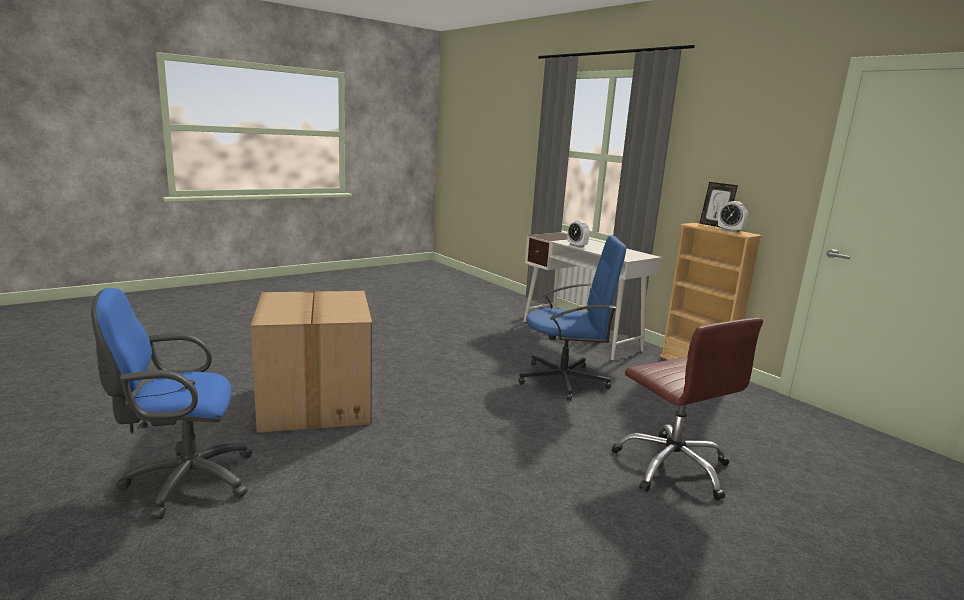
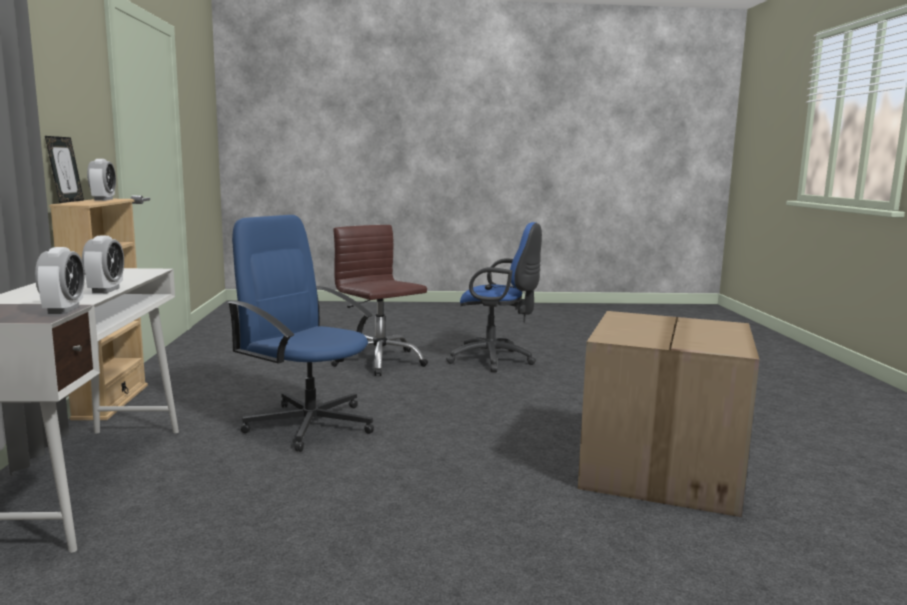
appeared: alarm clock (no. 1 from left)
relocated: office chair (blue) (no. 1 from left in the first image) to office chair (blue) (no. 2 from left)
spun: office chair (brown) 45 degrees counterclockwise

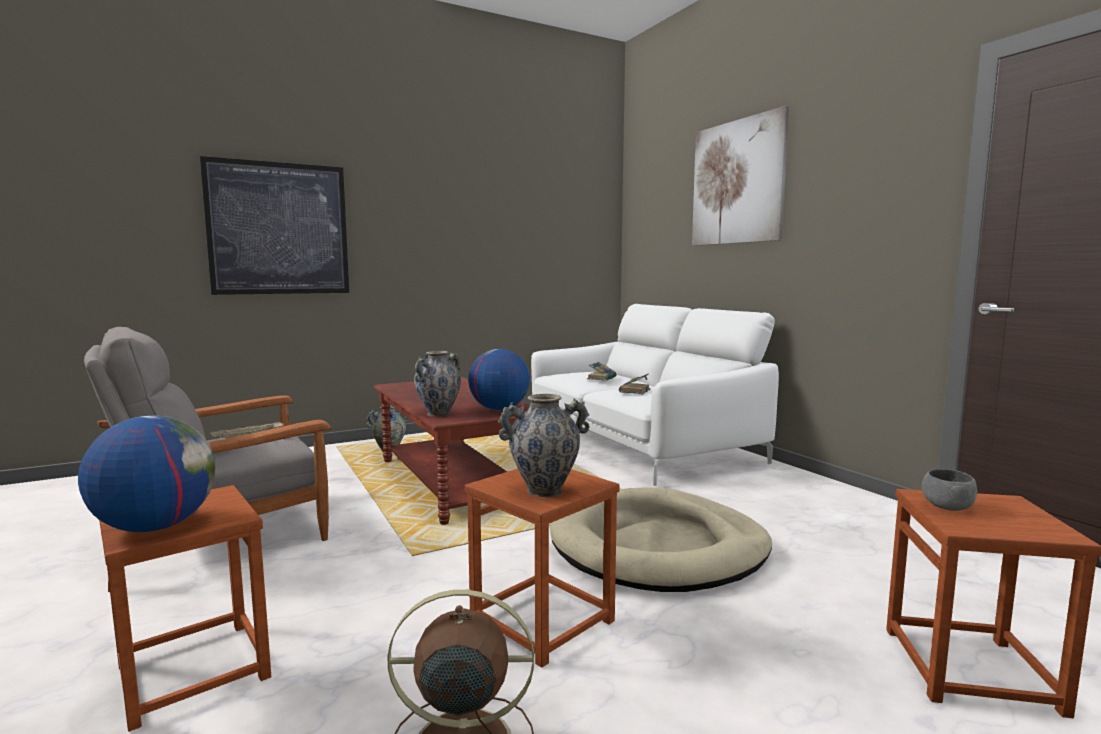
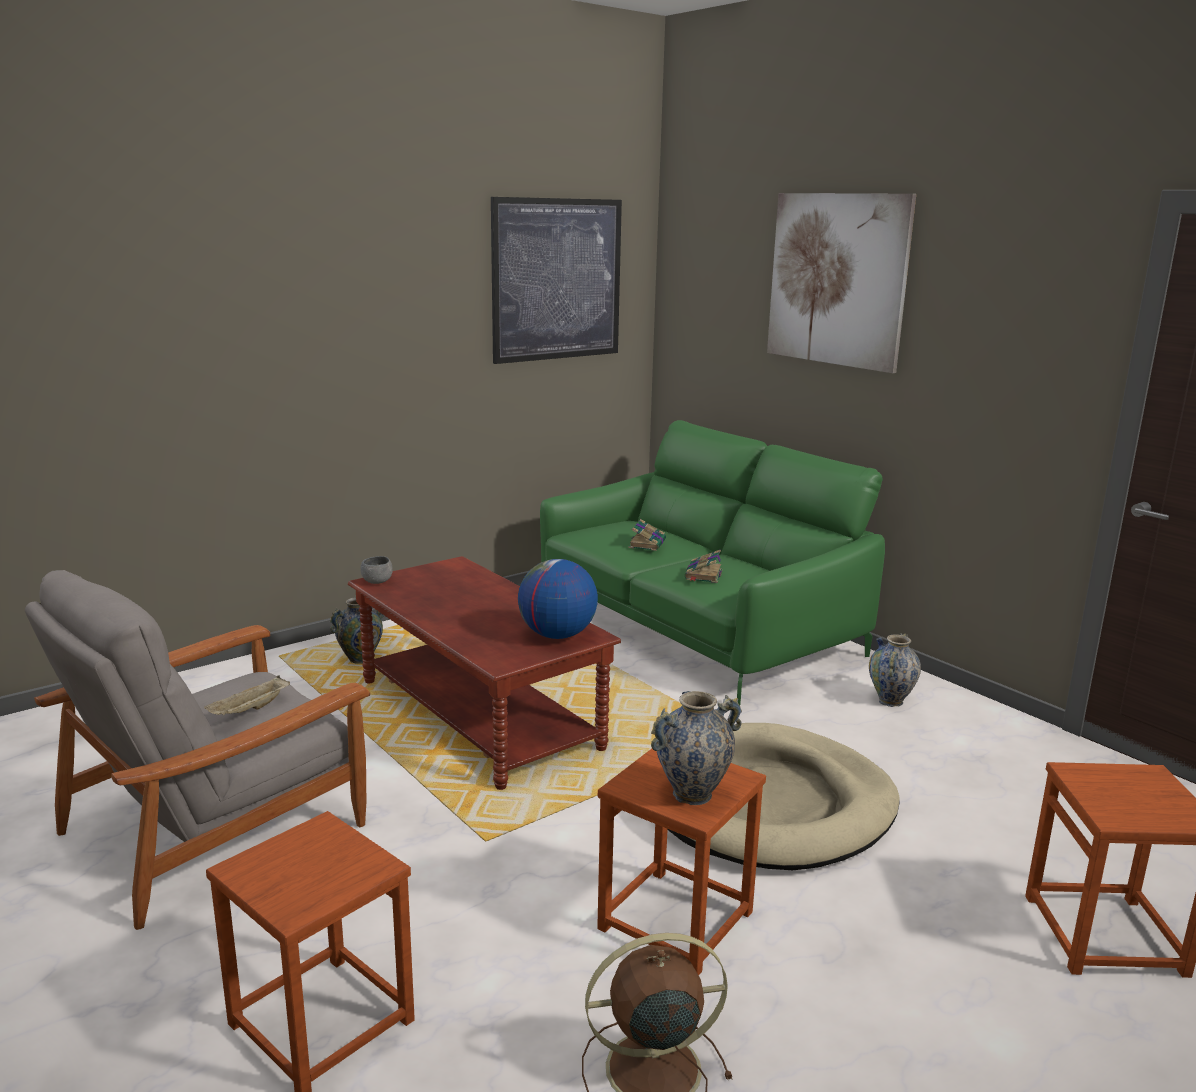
missing: globe (no. 1 from left)
relocated: picture (no. 1 from left); vase (no. 2 from left in the first image) to vase (no. 3 from left); bowl (grey)
colour: sofa (white) to sofa (green)

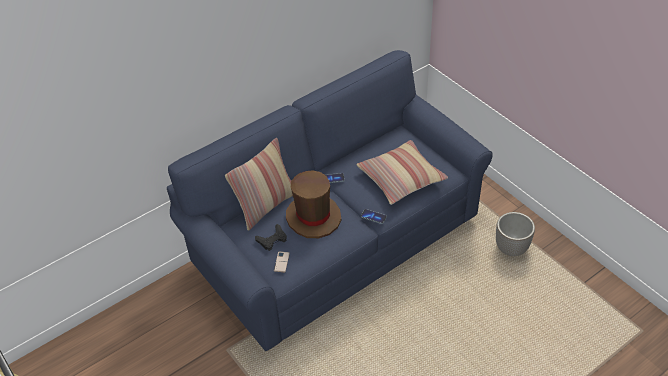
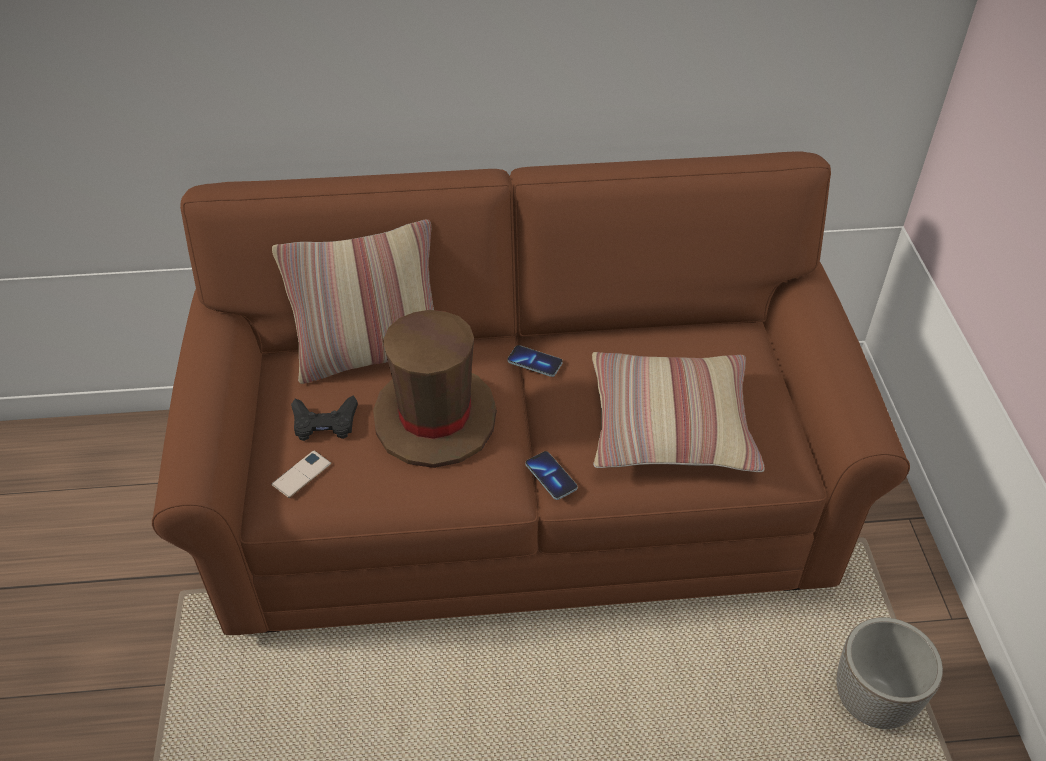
colour: sofa (blue) to sofa (brown)

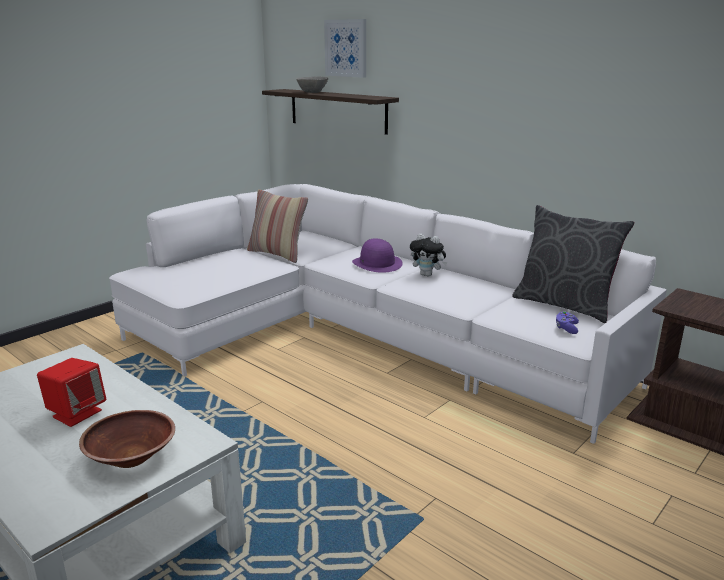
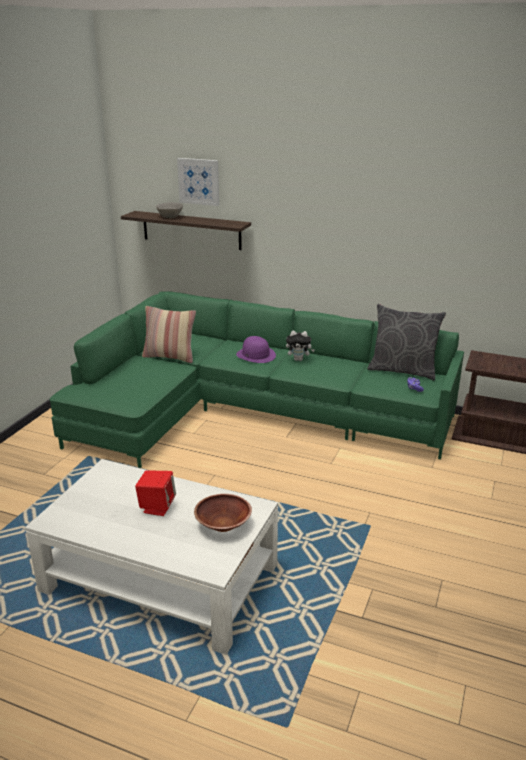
colour: sofa (white) to sofa (green)

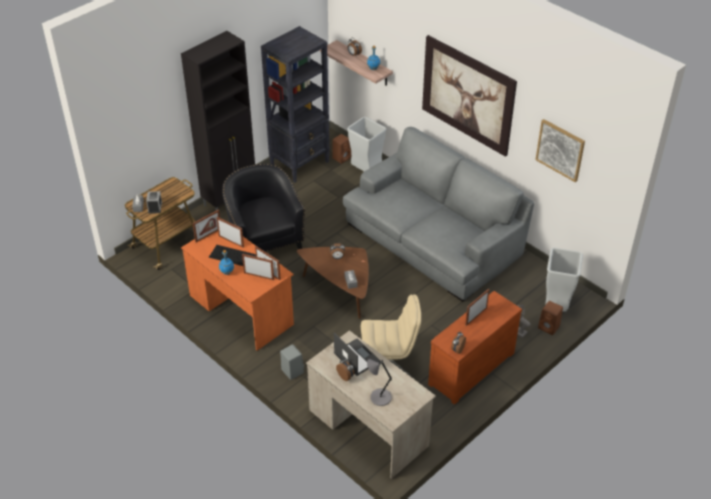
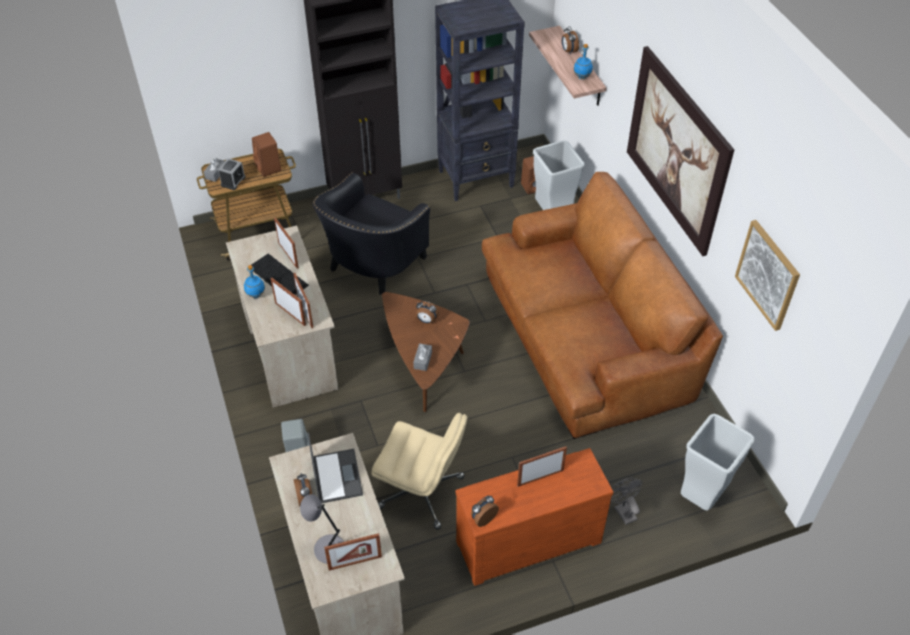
relocated: picture frame (no. 1 from left in the first image) to picture frame (no. 4 from left); speaker (brown) (no. 2 from left in the first image) to speaker (brown) (no. 1 from left)
colour: desk (orange) to desk (beige) (no. 1 from left); sofa (grey) to sofa (brown)
spun: armchair (black) 150 degrees counterclockwise

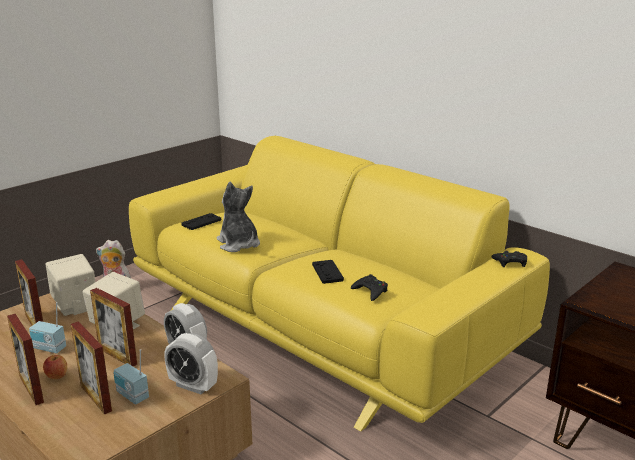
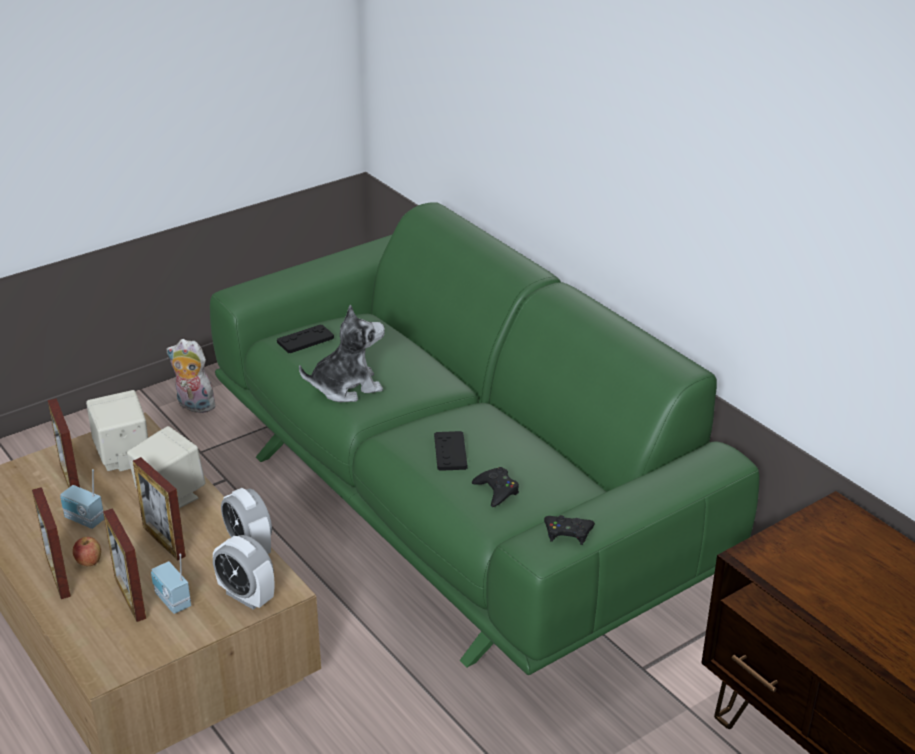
relocated: game controller (black) (no. 4 from left)
colour: sofa (yellow) to sofa (green)
spun: plush toy (no. 2 from left) 90 degrees clockwise

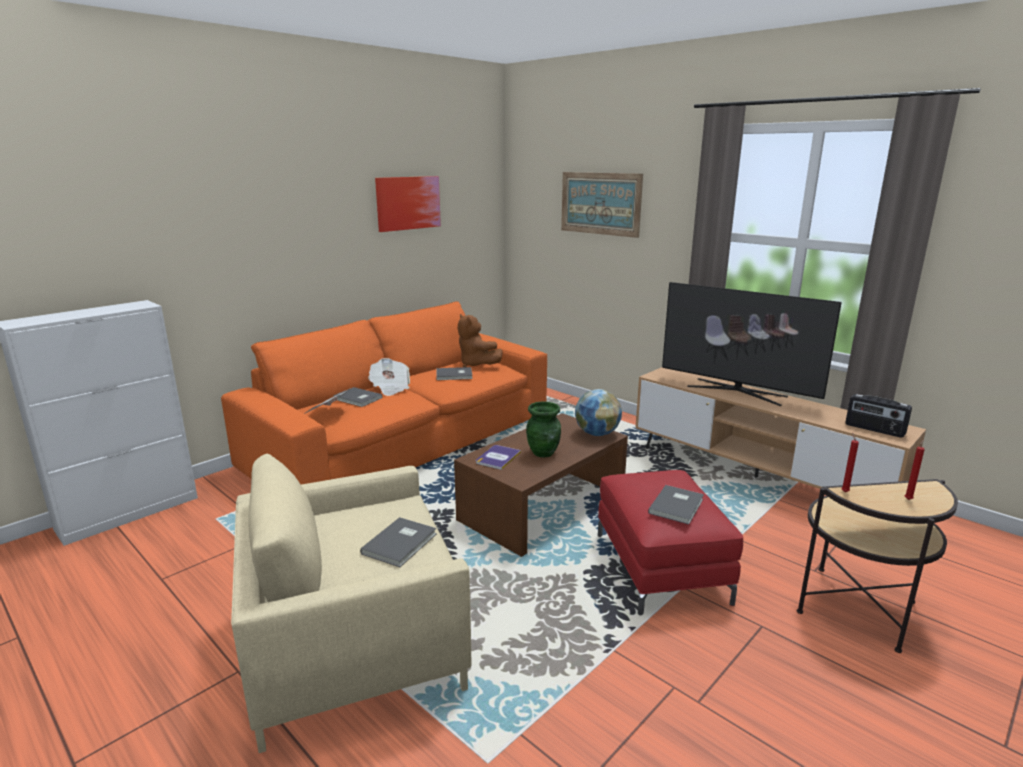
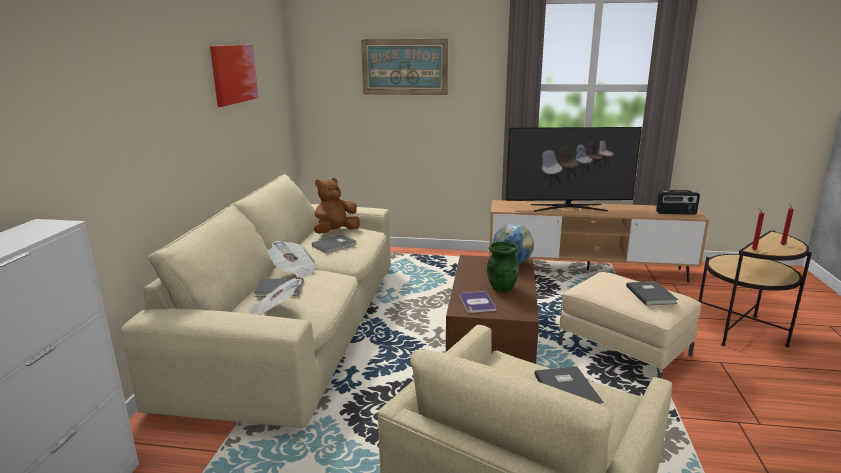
colour: sofa (orange) to sofa (beige); ottoman (red) to ottoman (beige)
spun: plush toy (brown) 120 degrees clockwise

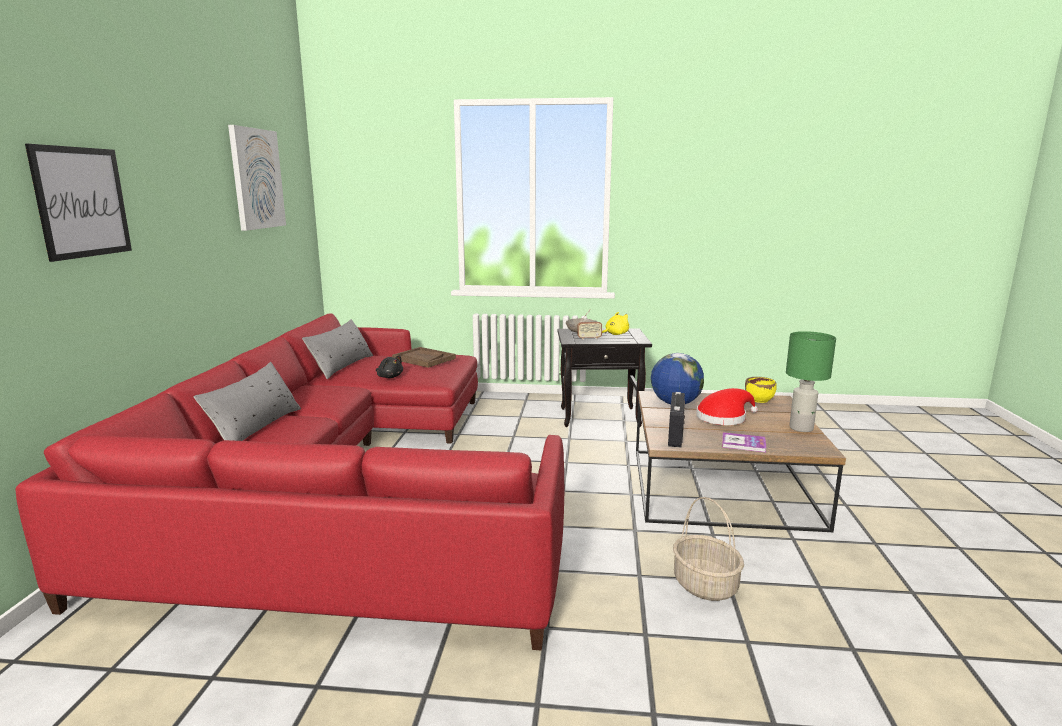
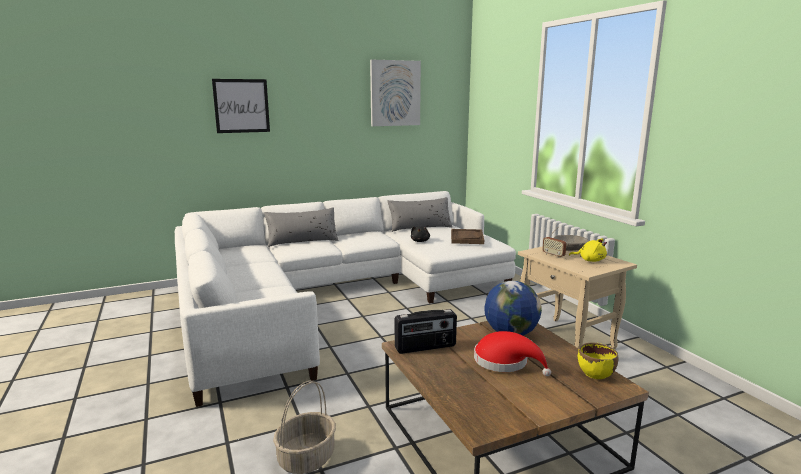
missing: book; table lamp (green)
colour: sofa (red) to sofa (white); side table (black) to side table (beige)

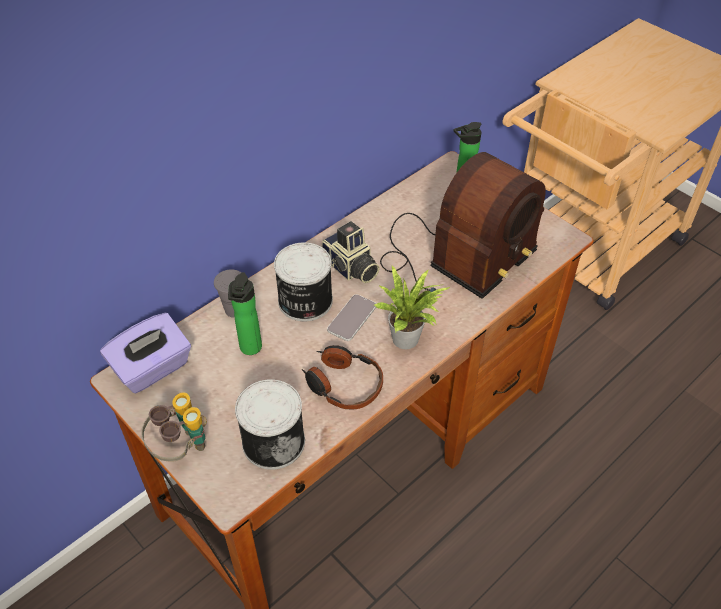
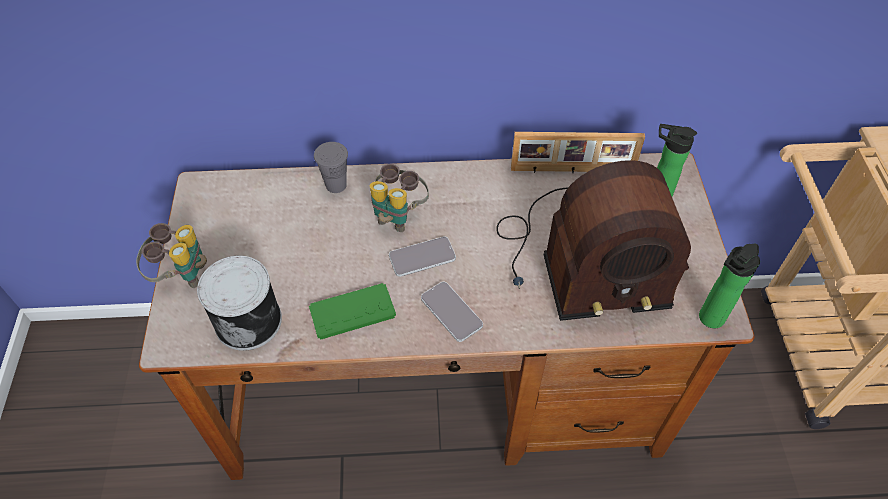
missing: tissue box (purple); photo camera
appeared: picture frame
relocated: bottle (no. 1 from left in the first image) to bottle (no. 2 from left)
exchanged: can (no. 2 from left) to binoculars (no. 2 from left); headphones to game controller (green); potted plant to phone (no. 2 from left)

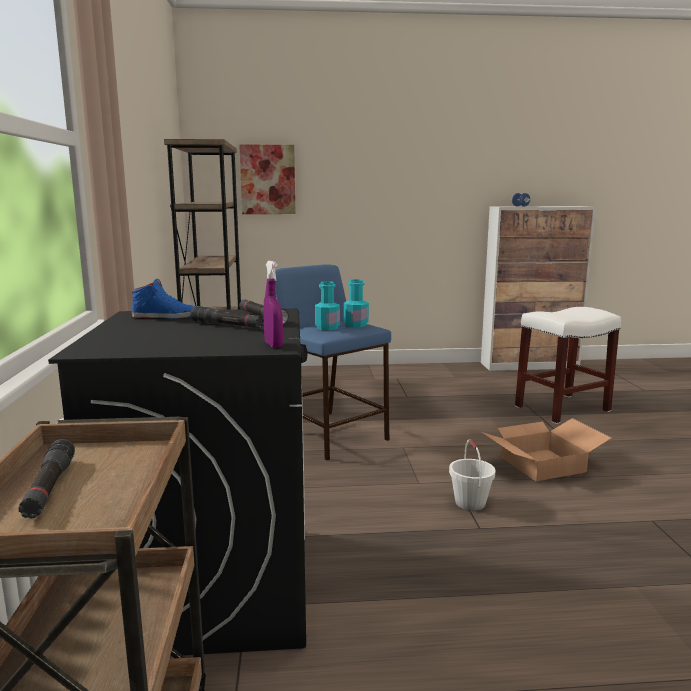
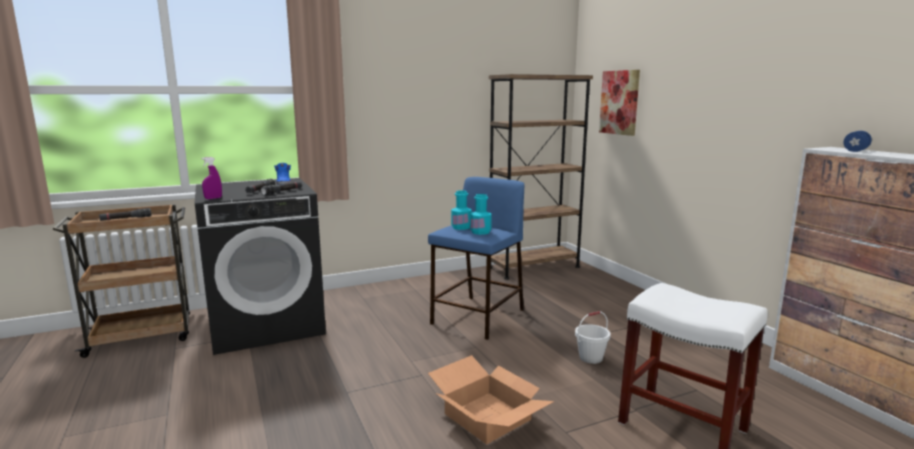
relocated: bucket (white)

